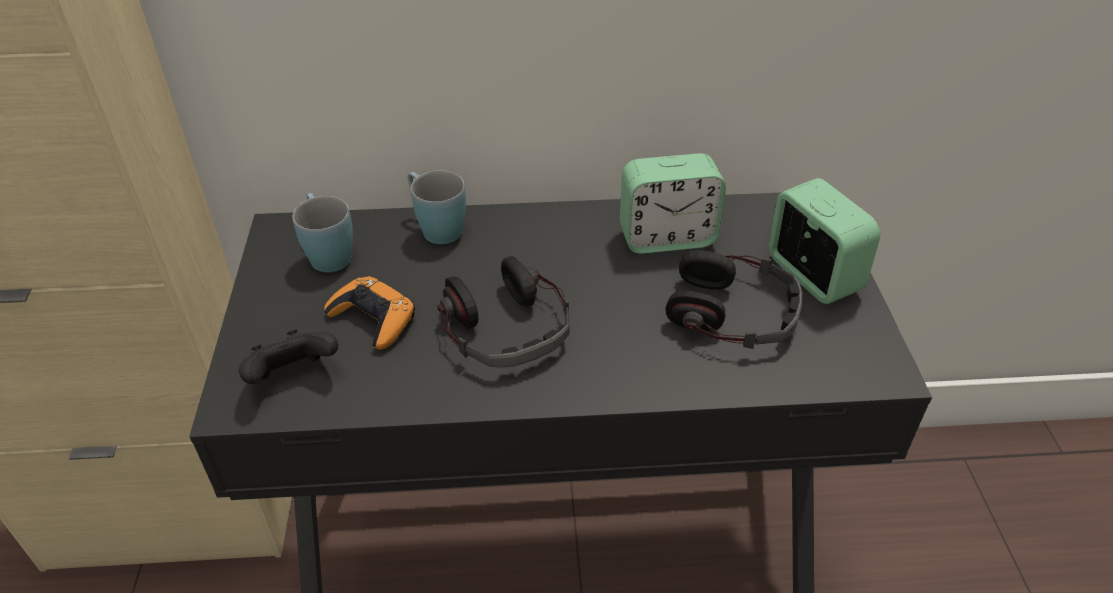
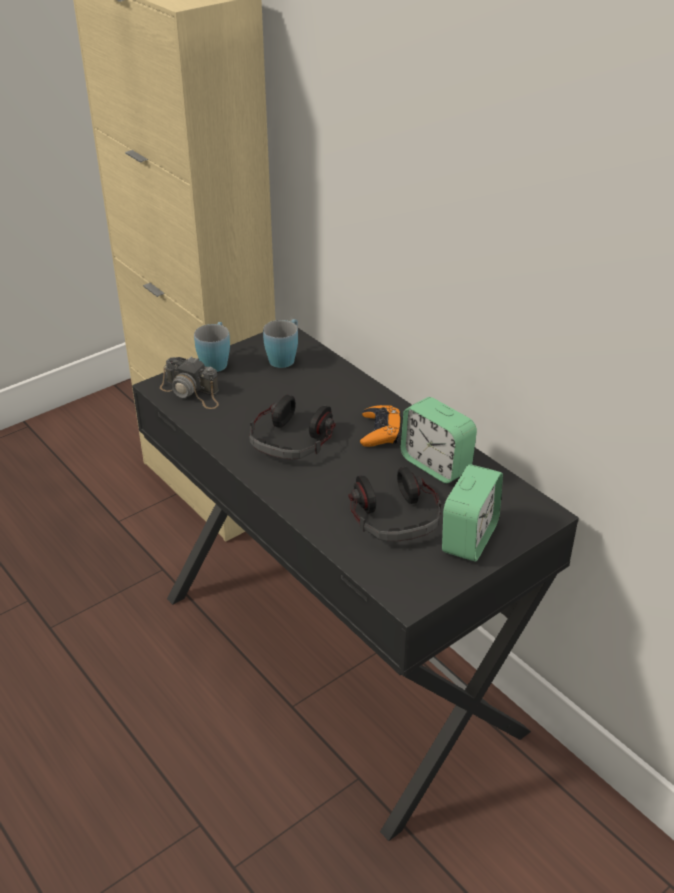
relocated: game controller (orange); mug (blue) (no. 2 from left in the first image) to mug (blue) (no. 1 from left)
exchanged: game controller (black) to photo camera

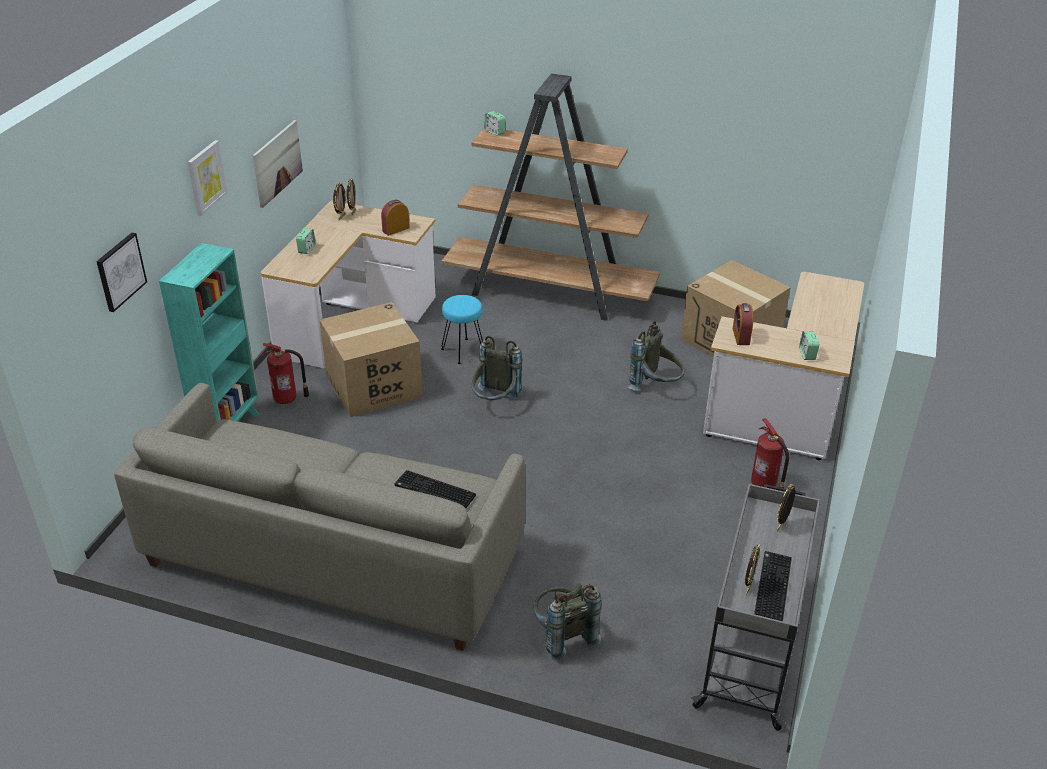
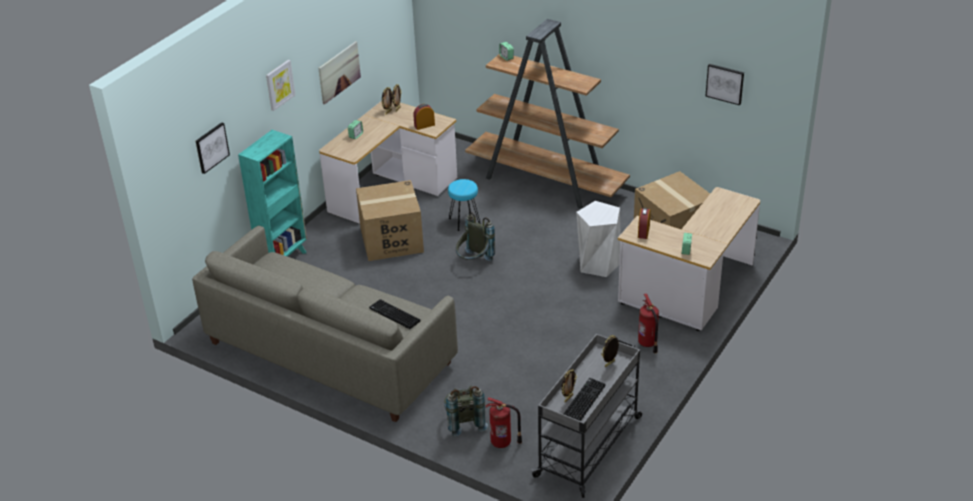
appeared: picture (no. 4 from left)
relocated: fire extinguisher (no. 1 from left)
exchanged: backpack (grey) (no. 3 from left) to stool (white)

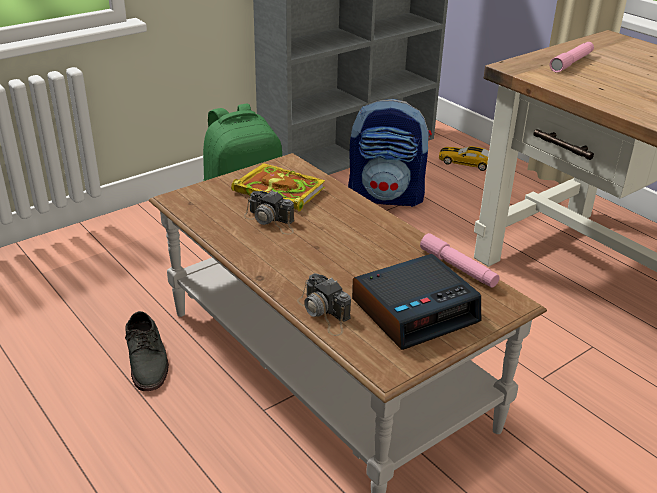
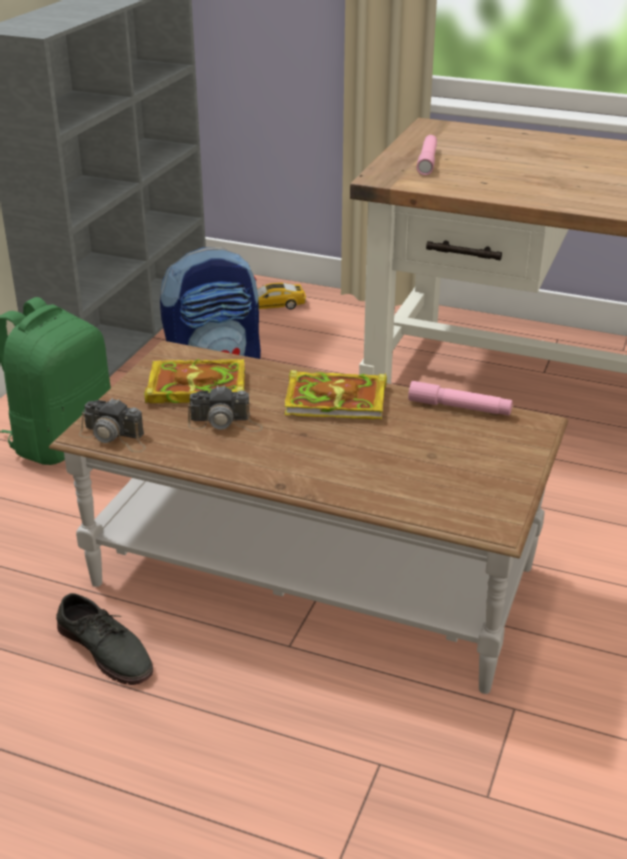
missing: alarm clock
appeared: book (no. 2 from left)
relocated: photo camera (no. 2 from left in the first image) to photo camera (no. 1 from left)

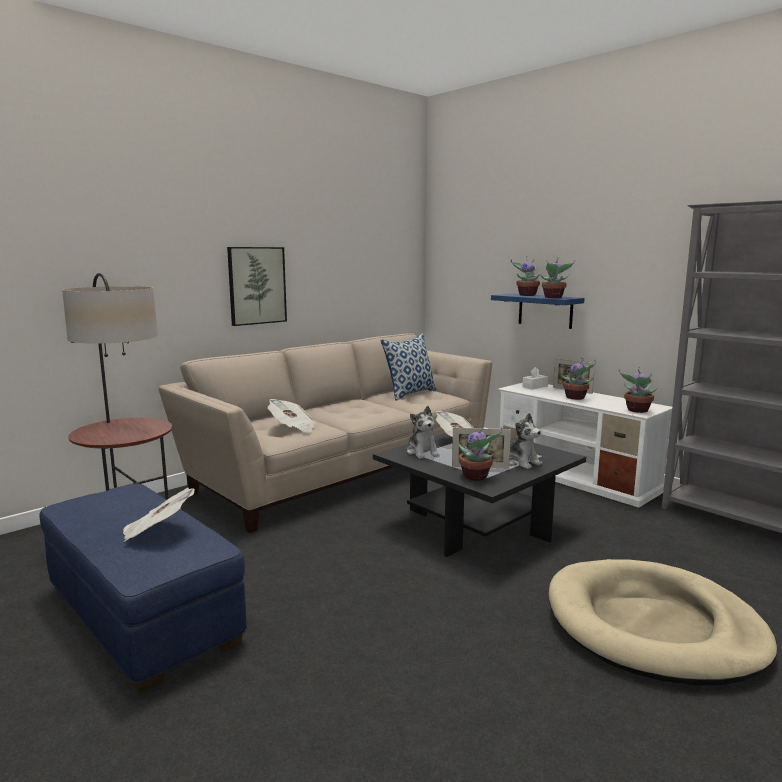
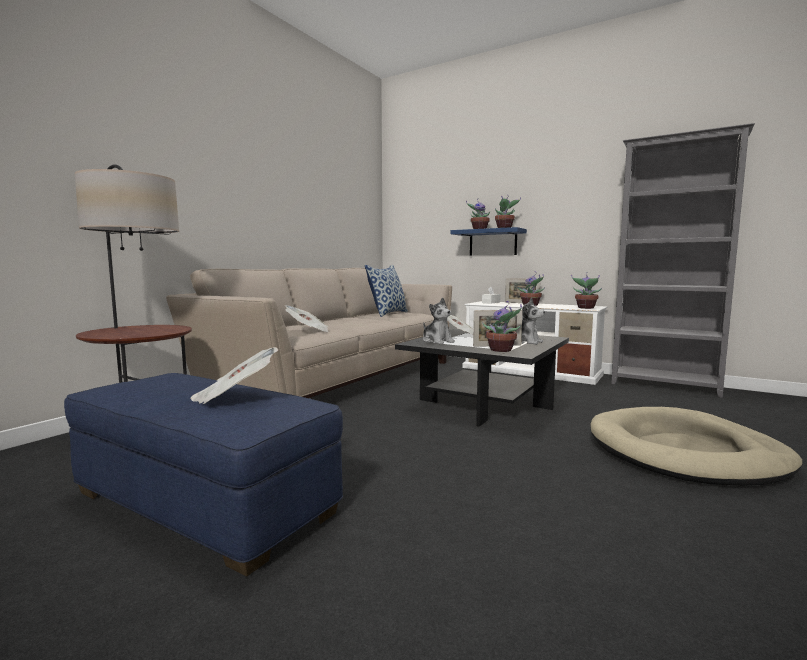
missing: picture

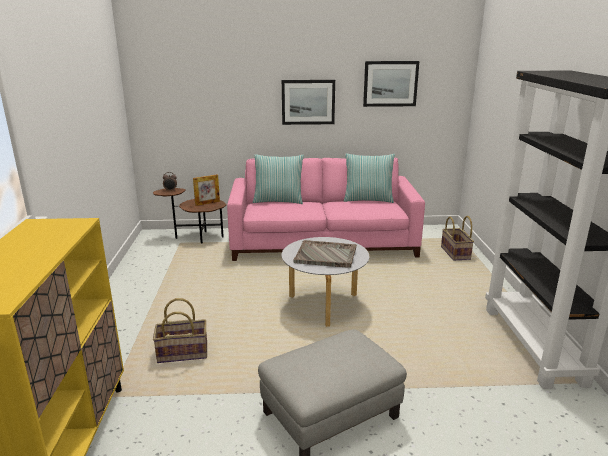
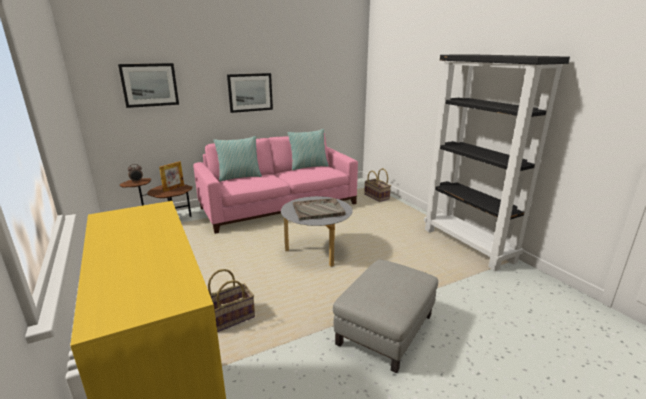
relocated: picture (no. 2 from left in the first image) to picture (no. 1 from left)

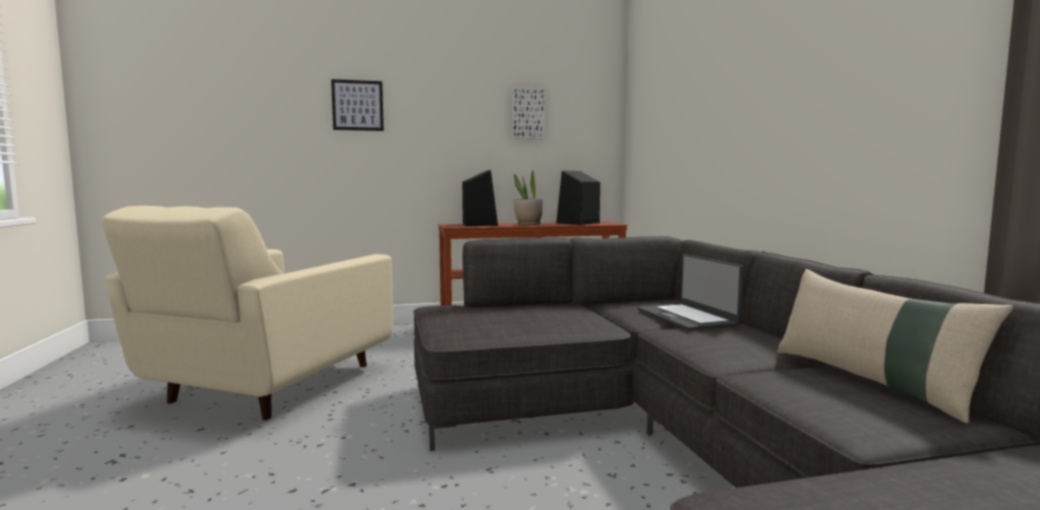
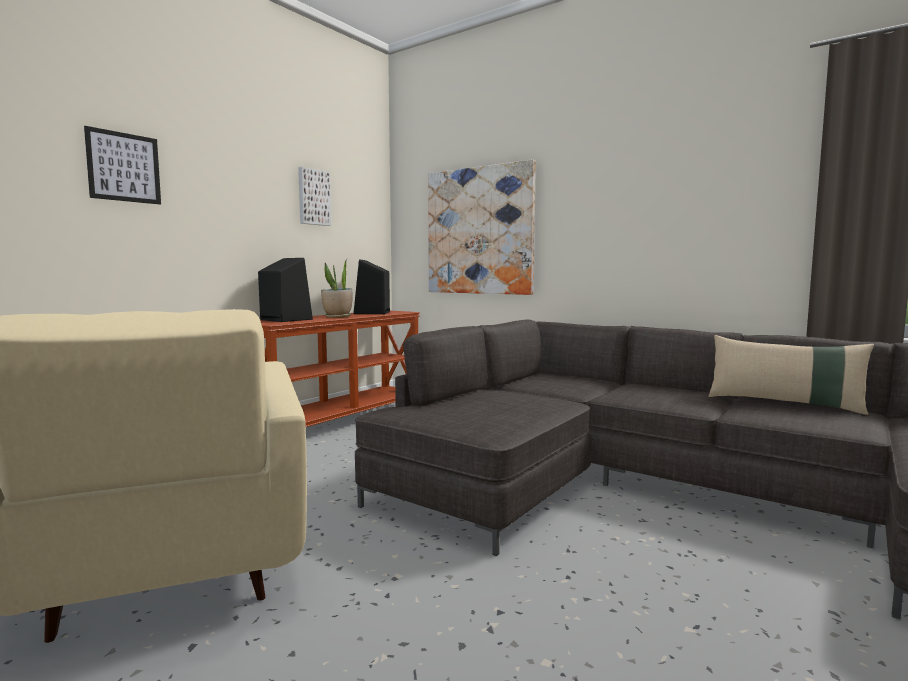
missing: laptop
appeared: picture (no. 3 from left)

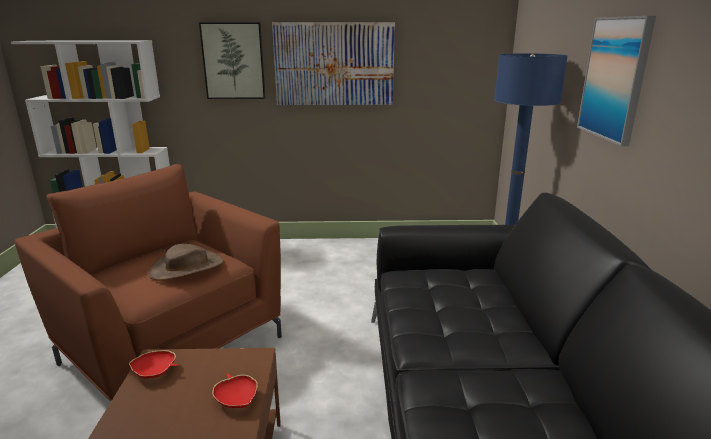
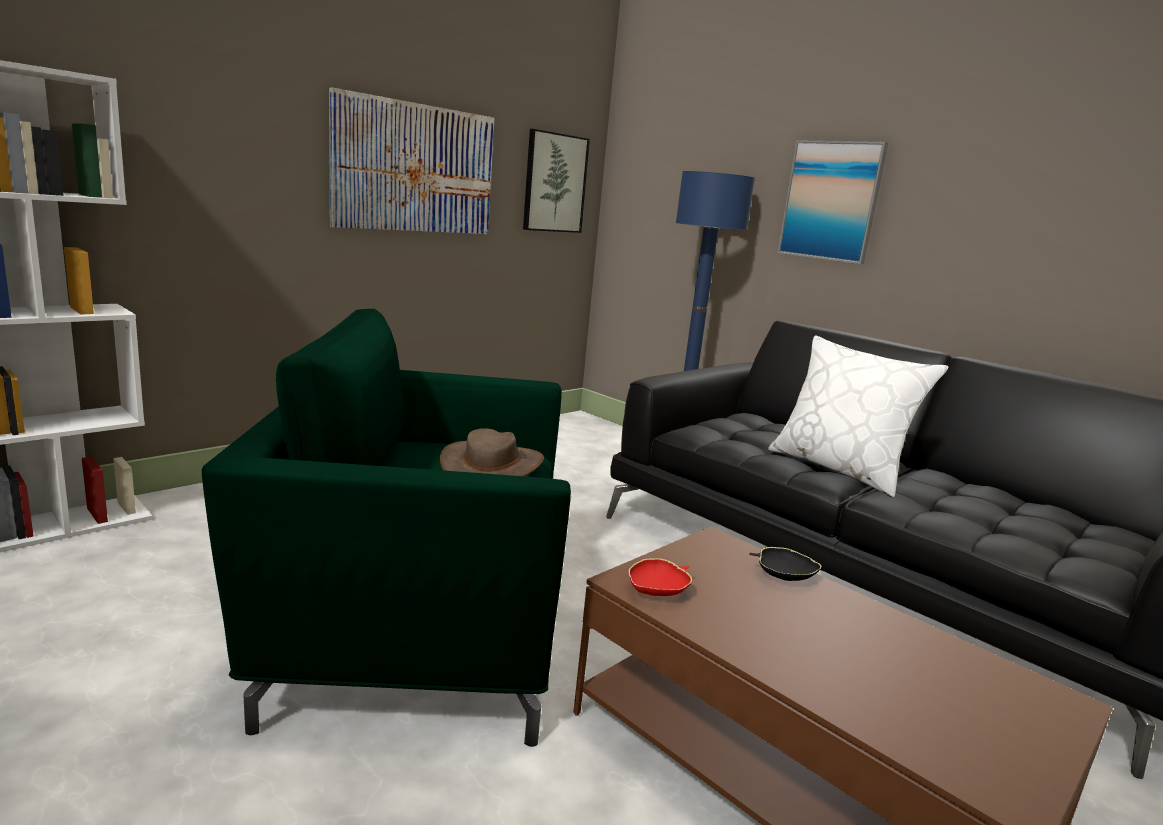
appeared: pillow (white)
relocated: picture (no. 1 from left in the first image) to picture (no. 2 from left)
colour: armchair (brown) to armchair (green); bowl (red) (no. 2 from left) to bowl (black)

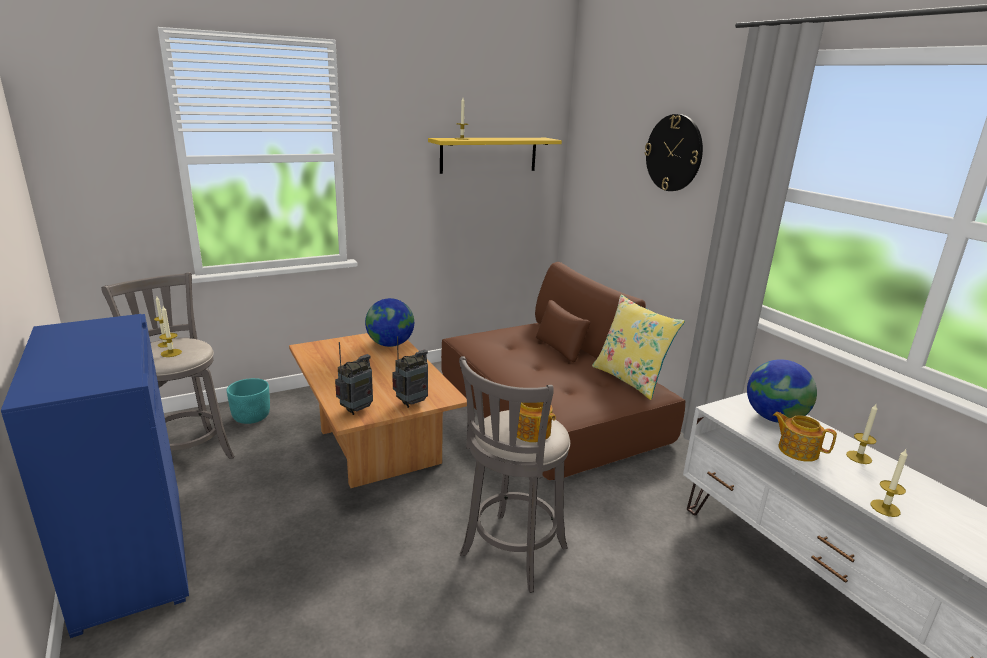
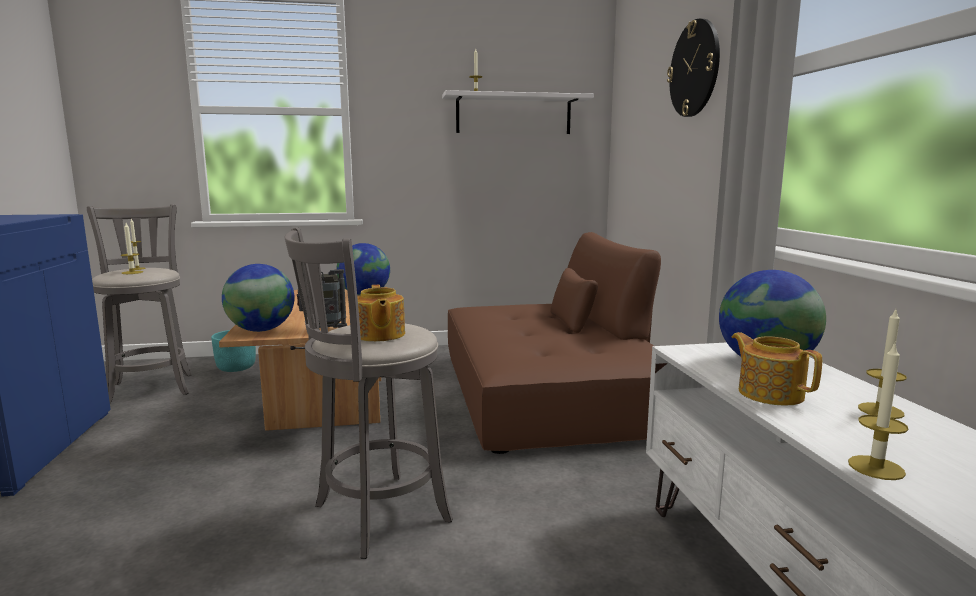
missing: pillow (yellow)
exchanged: radio (no. 1 from left) to globe (no. 1 from left)
colour: shelf (yellow) to shelf (white)

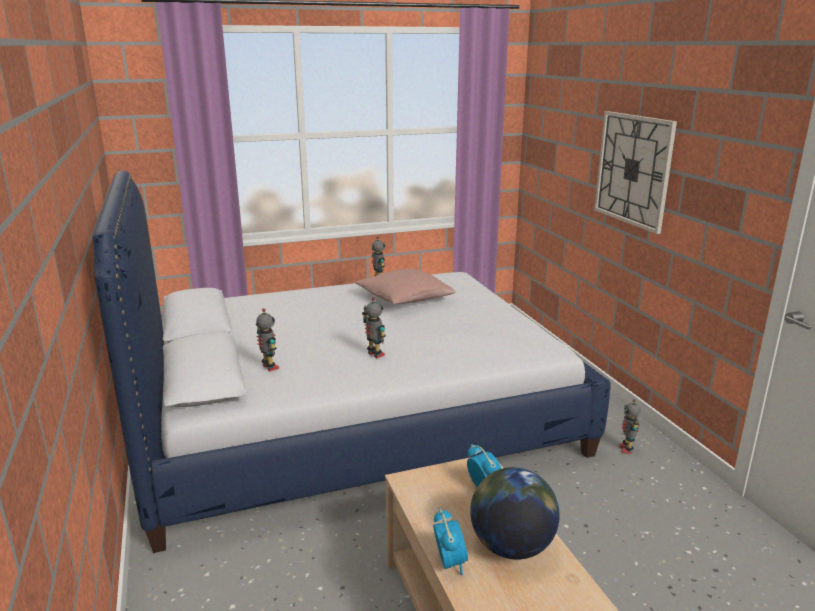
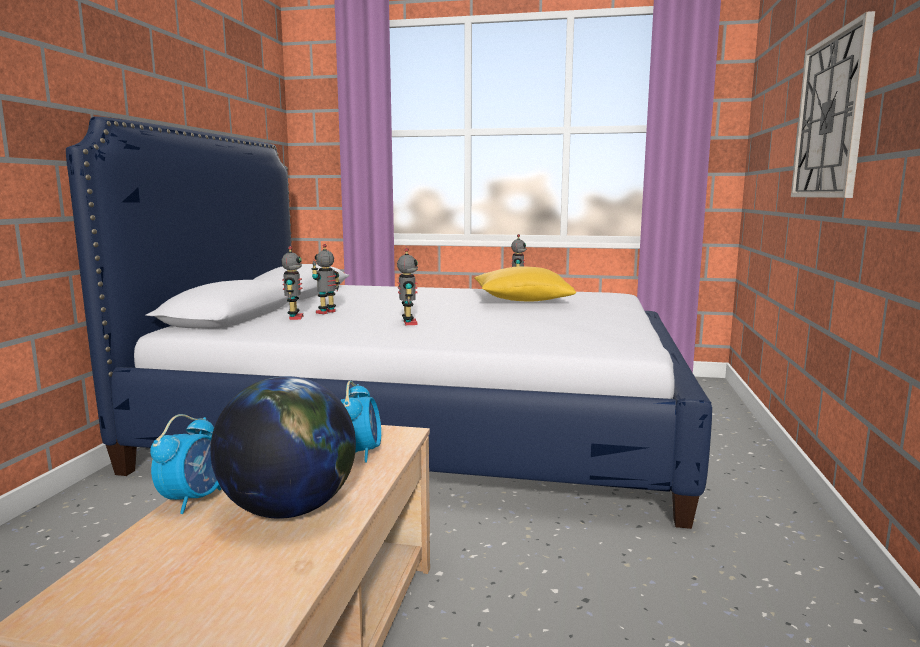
relocated: toy robot (no. 4 from left in the first image) to toy robot (no. 2 from left)
colour: pillow (pink) to pillow (yellow)

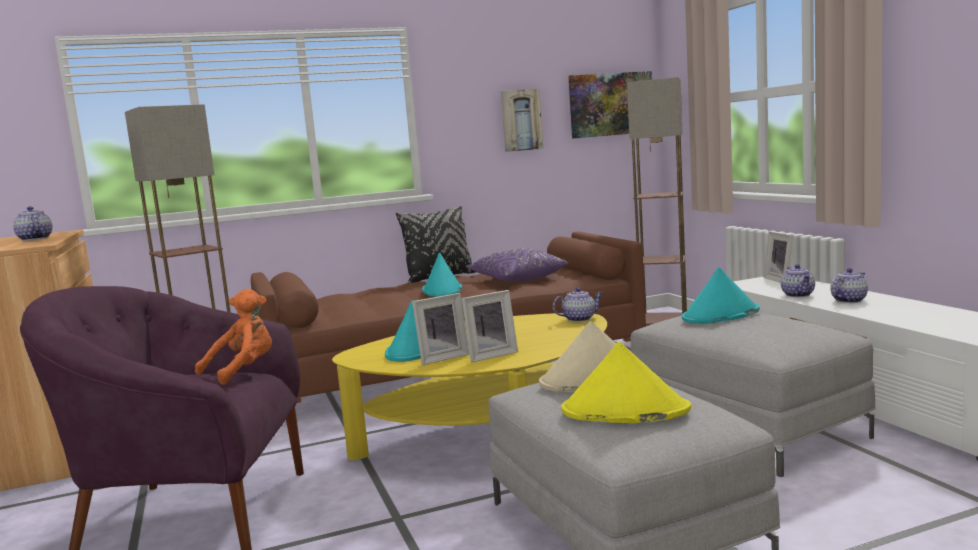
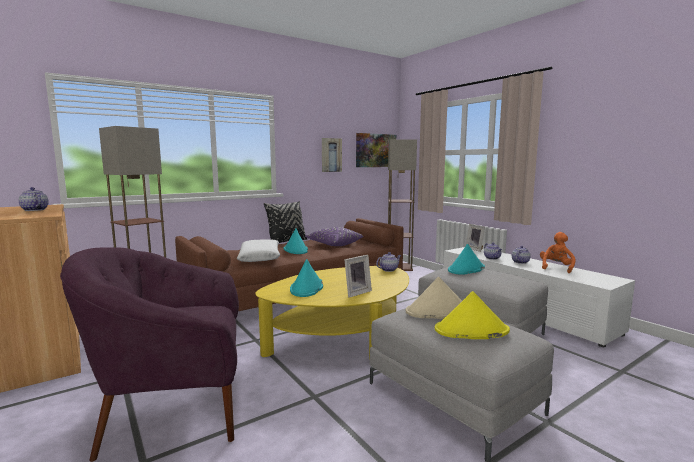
missing: picture frame (no. 1 from left)
appeared: pillow (white)
relocated: plush toy (orange)

